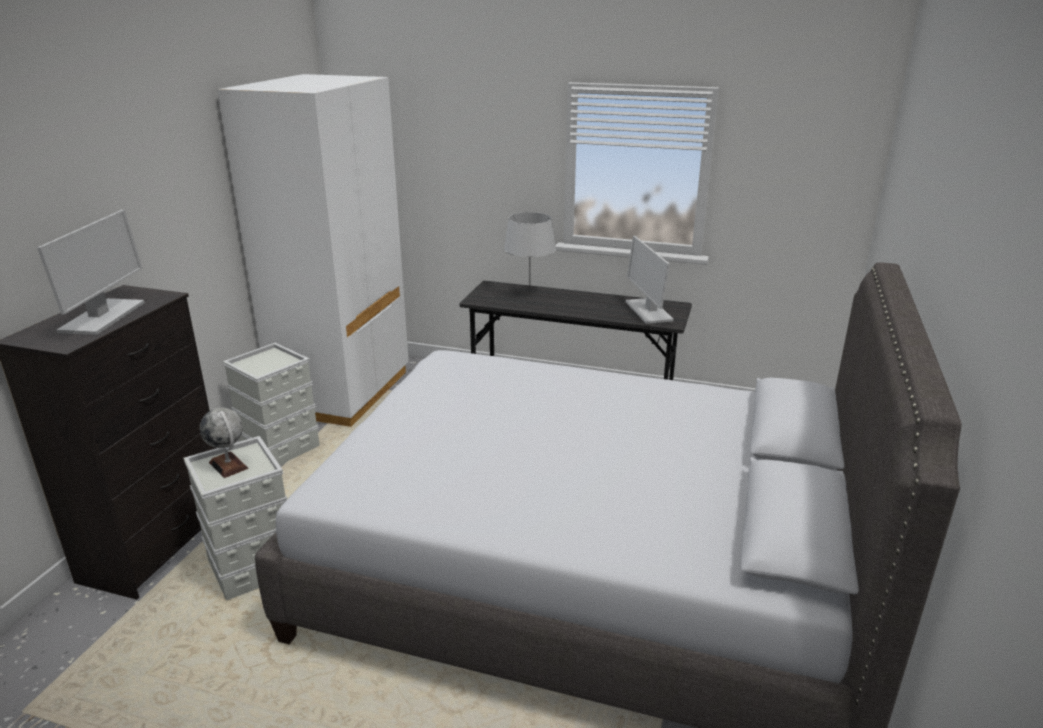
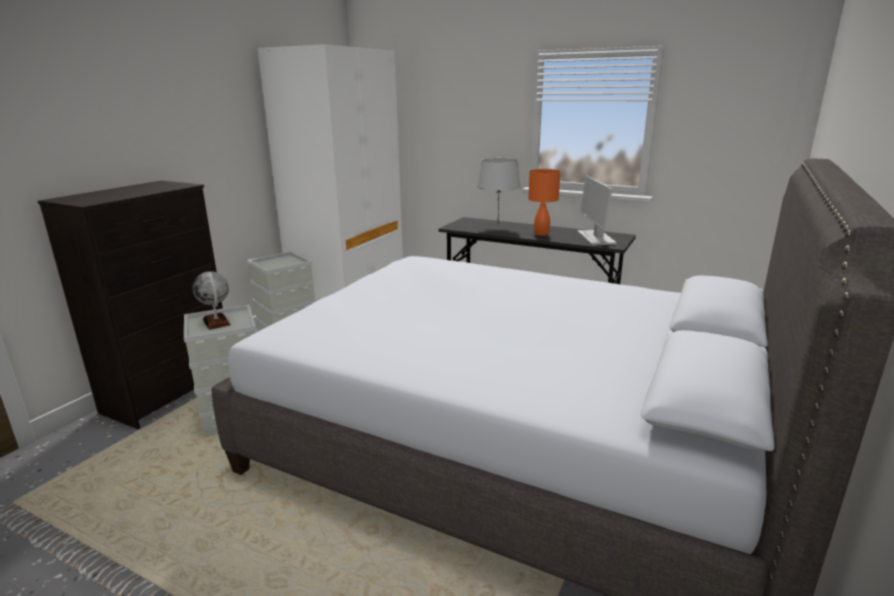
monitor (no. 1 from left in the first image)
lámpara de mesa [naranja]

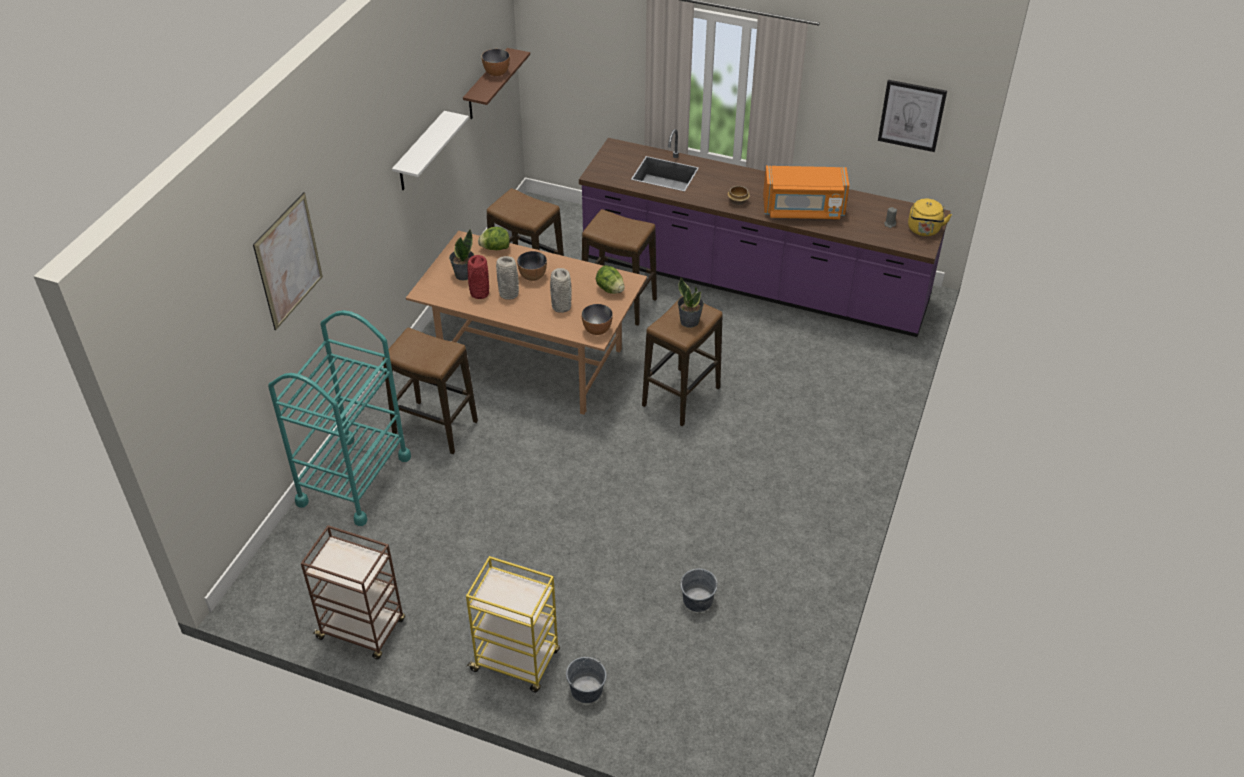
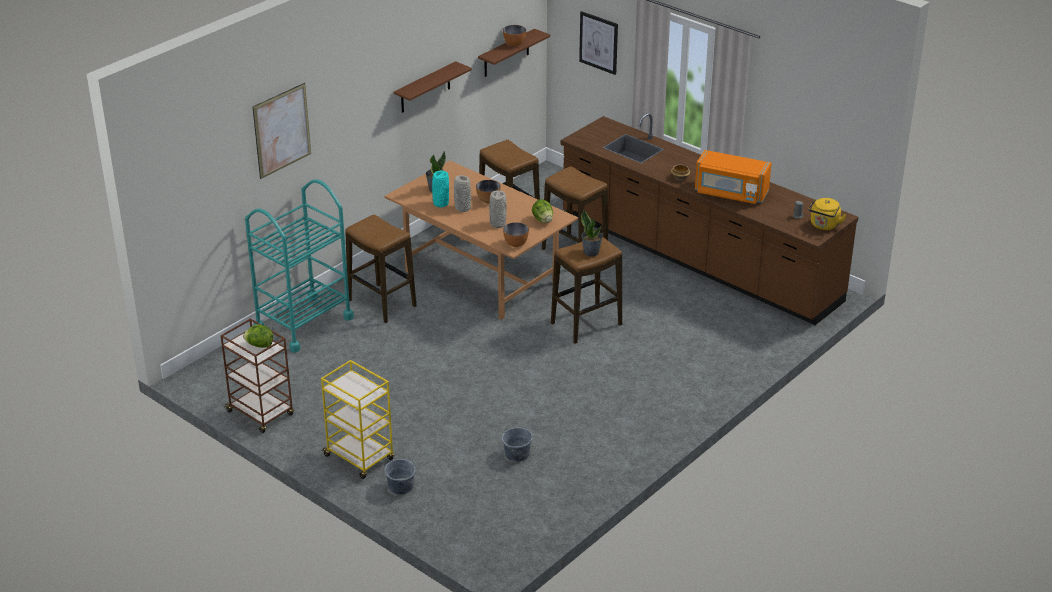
cuadro (no. 2 from left)
estante [marrón] (no. 1 from left)
mueble bajo de cocina [marrón]
lechuga (no. 1 from left)
florero [turquesa]

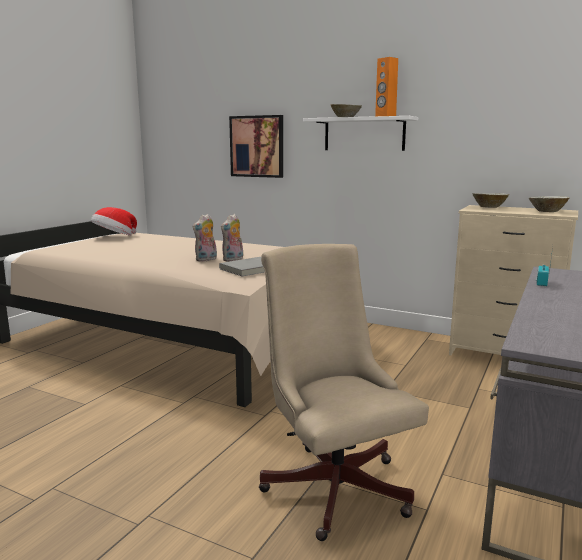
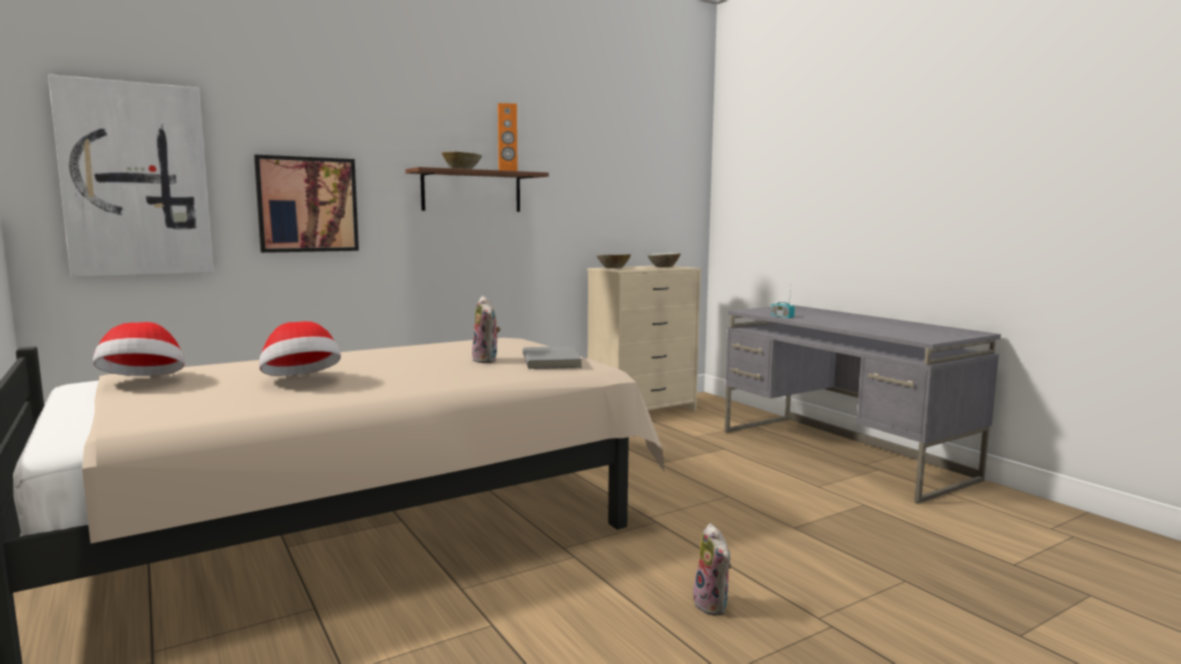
estante [marrón]
peluche (no. 2 from left)
silla de oficina [beis]
cuadro (no. 1 from left)
sombrero (no. 2 from left)

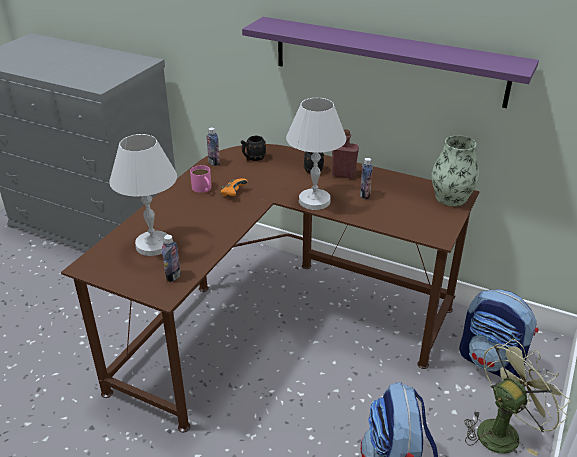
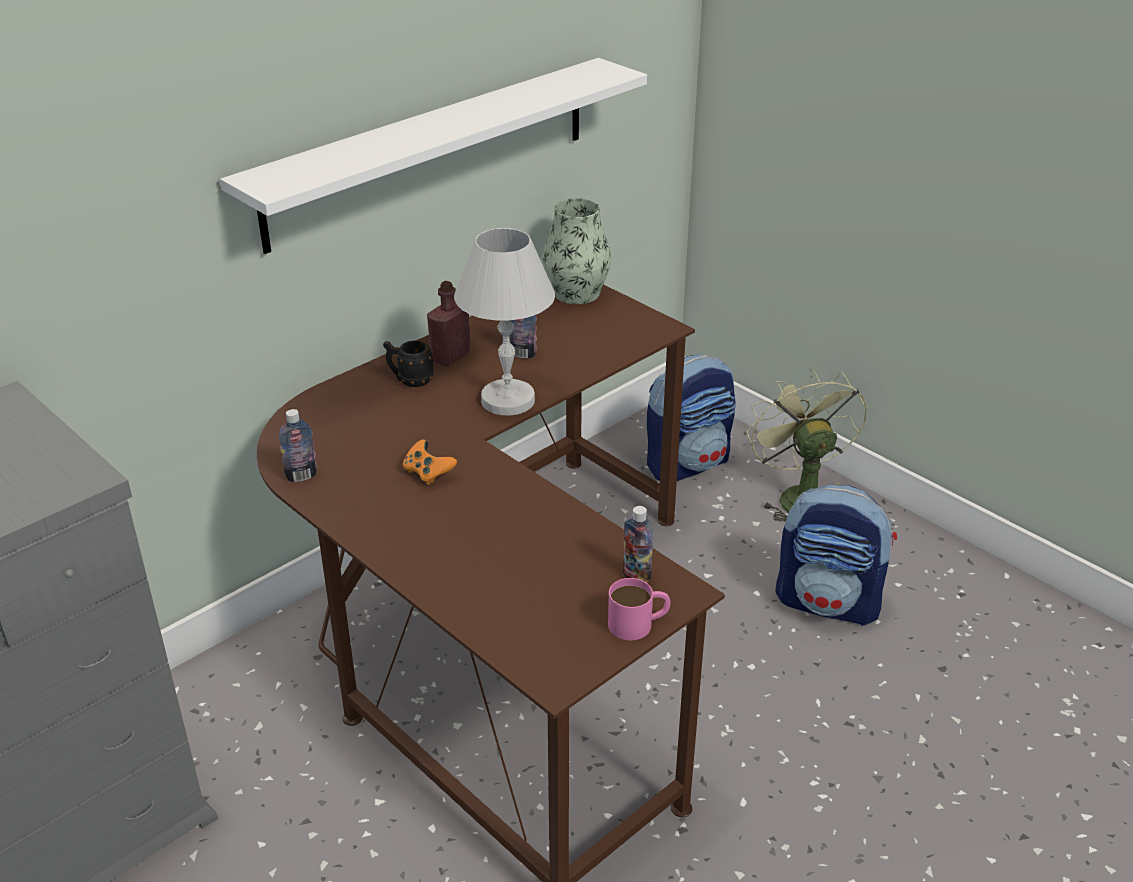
estante [blanco]
lámpara de mesa [blanco] (no. 1 from left in the first image)
taza grande [negro] (no. 1 from left in the first image)
taza grande [rosa]

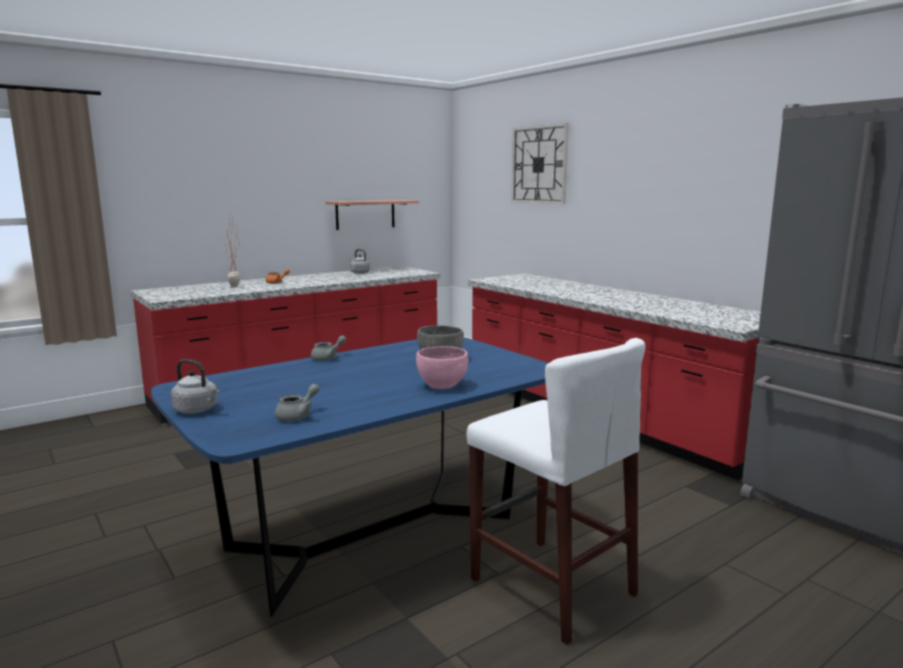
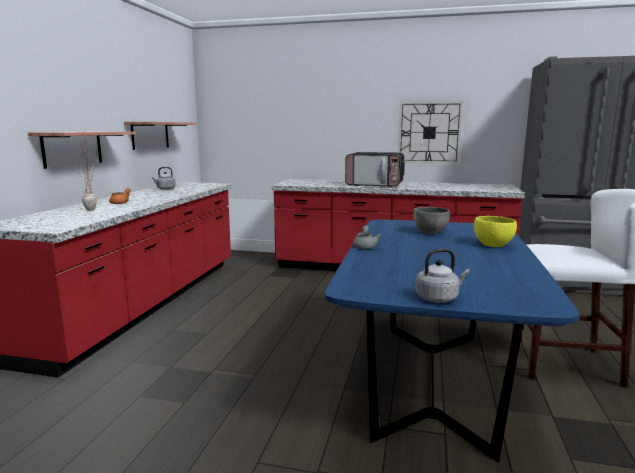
reloj de pared
cuenco [amarillo]
tetera [gris] (no. 1 from left in the first image)
estante (no. 1 from left)
microondas

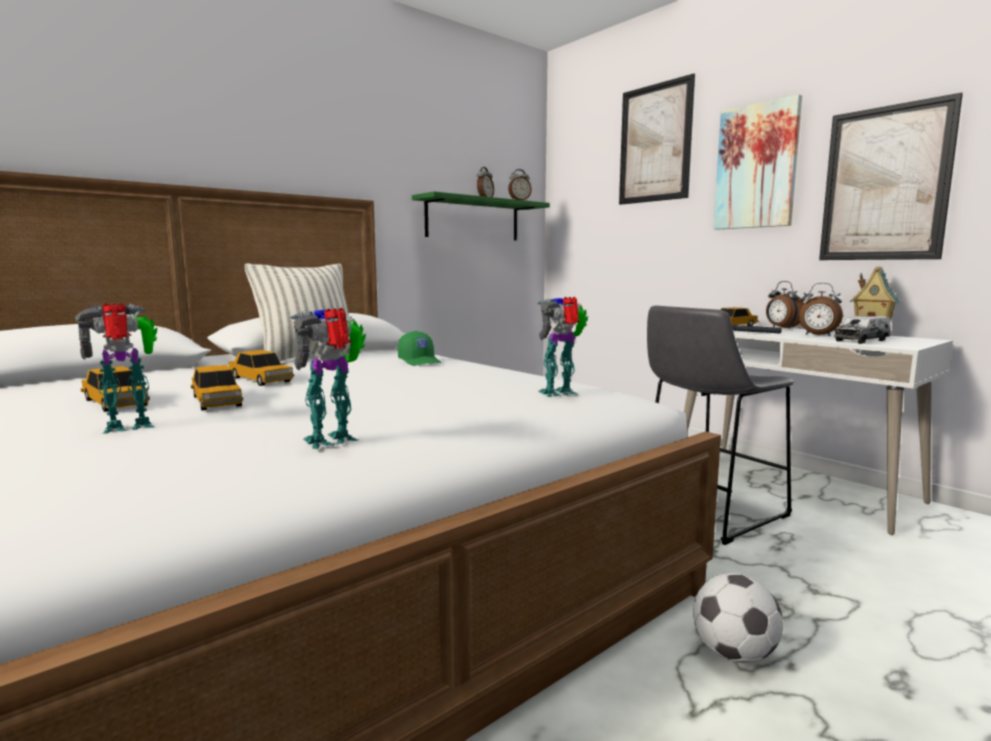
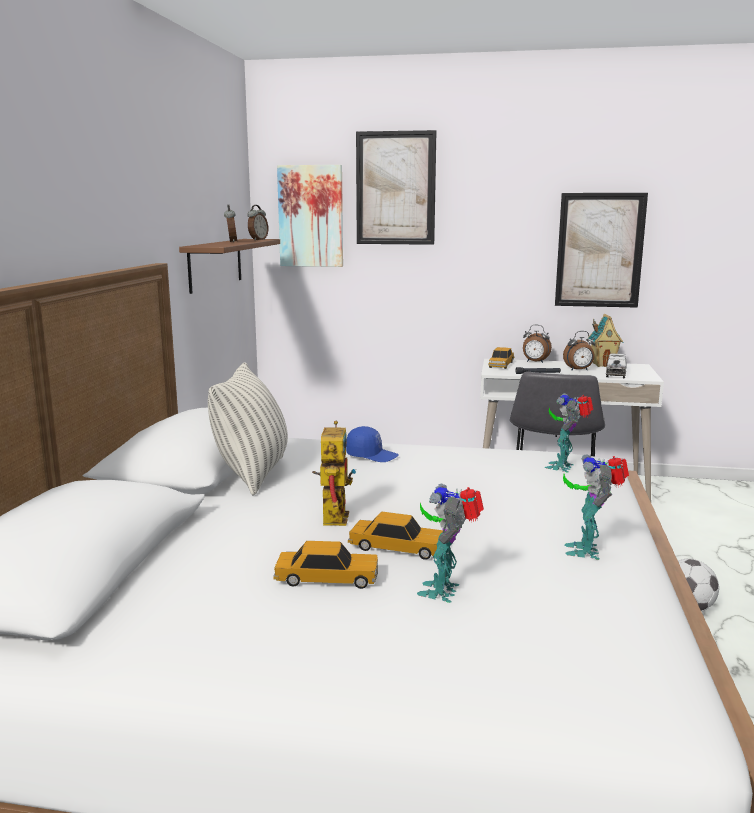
cuadro (no. 1 from left)
estante [marrón]
gorra [azul]
robot de juguete (no. 1 from left)

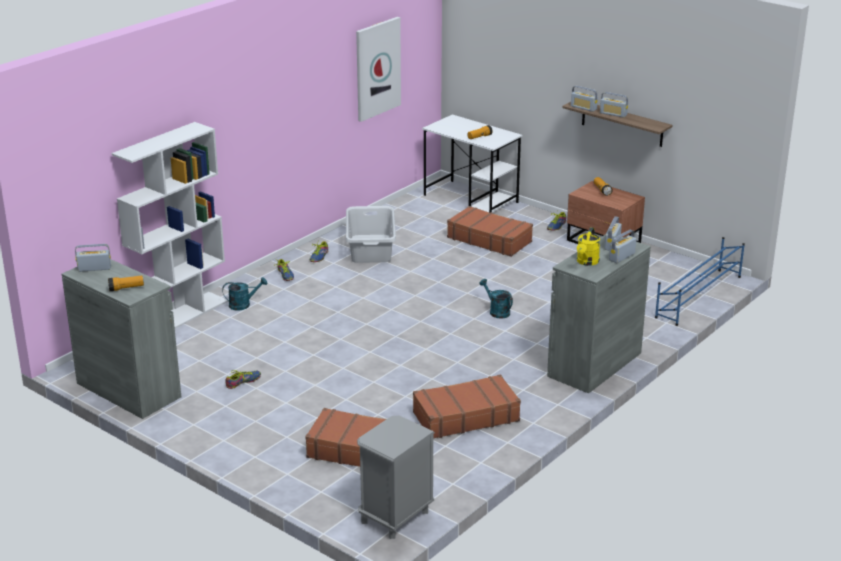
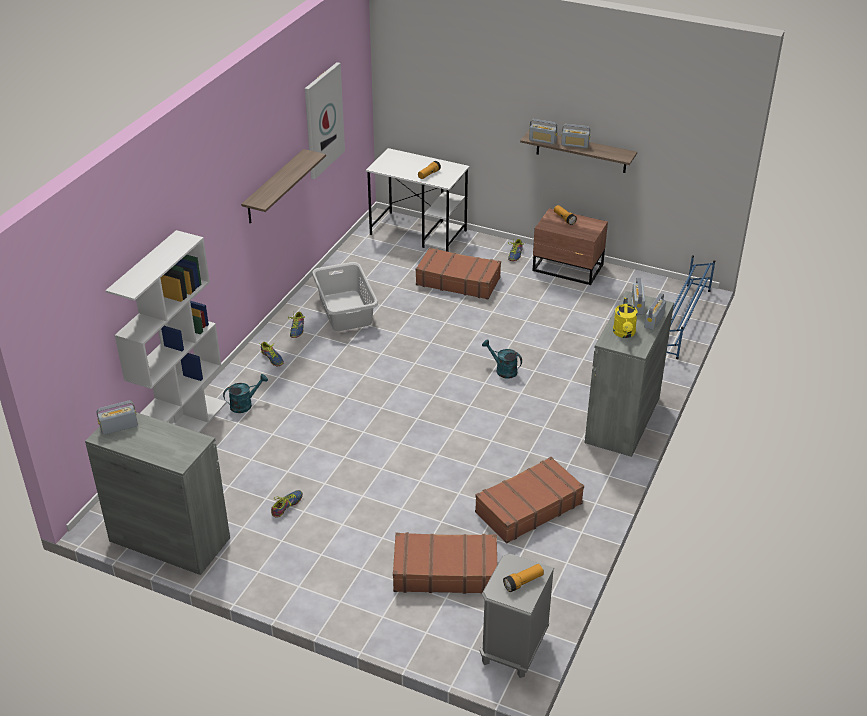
linterna (no. 2 from left)
estante (no. 1 from left)

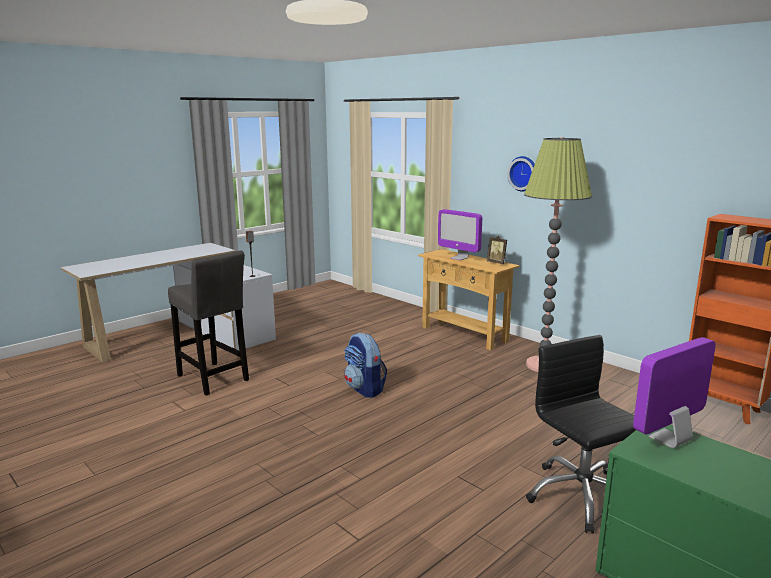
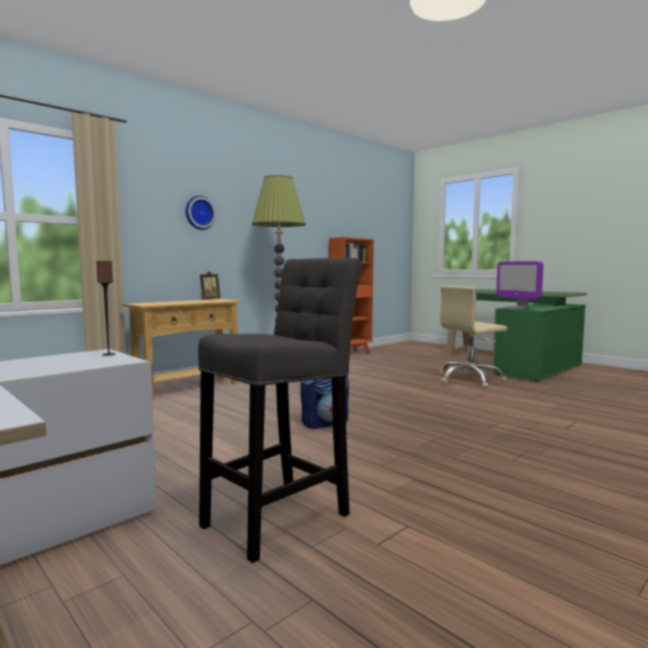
monitor (no. 1 from left in the first image)
silla de oficina [beis]

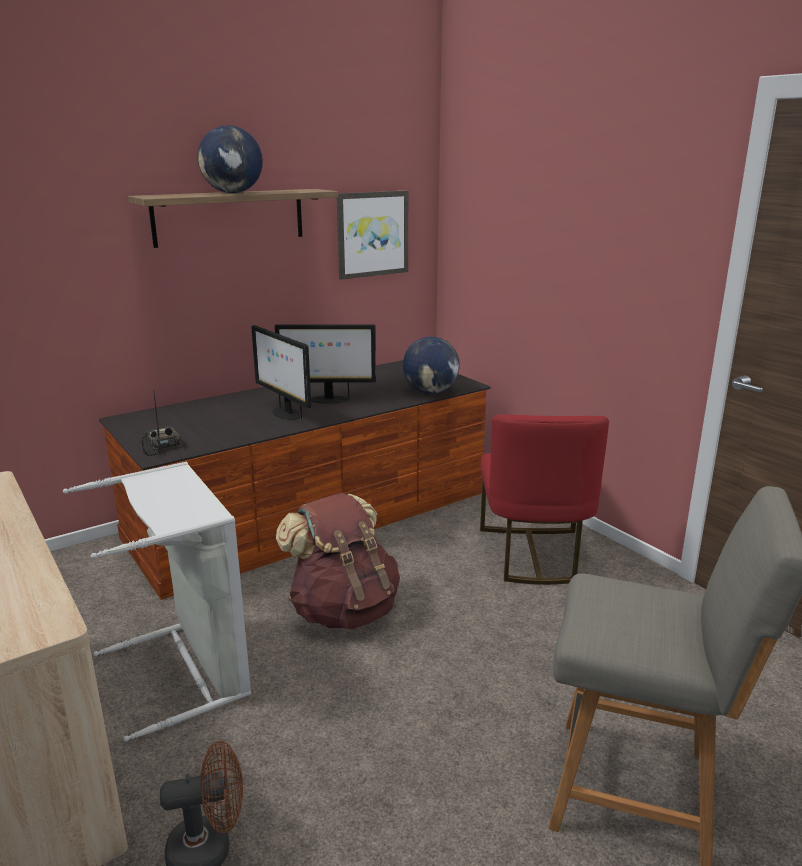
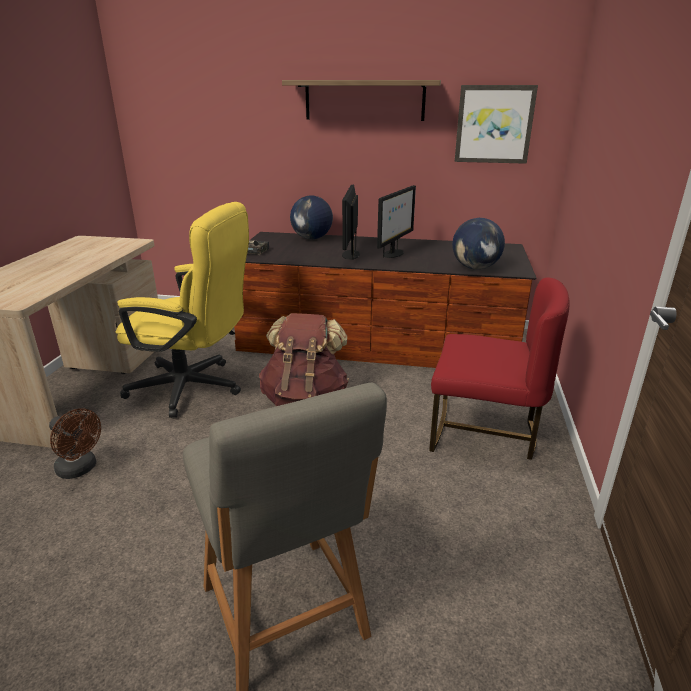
globo terráqueo (no. 1 from left)
monitor (no. 2 from left)
silla [rojo]
silla de oficina [amarillo]

